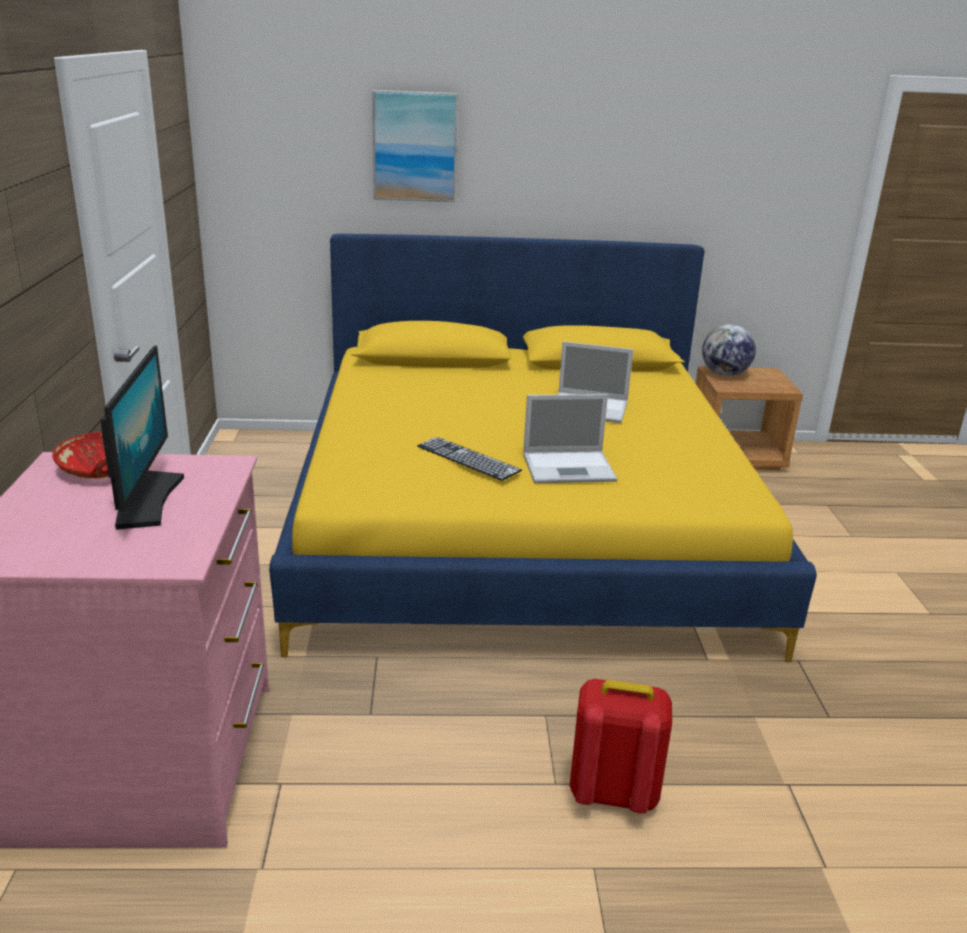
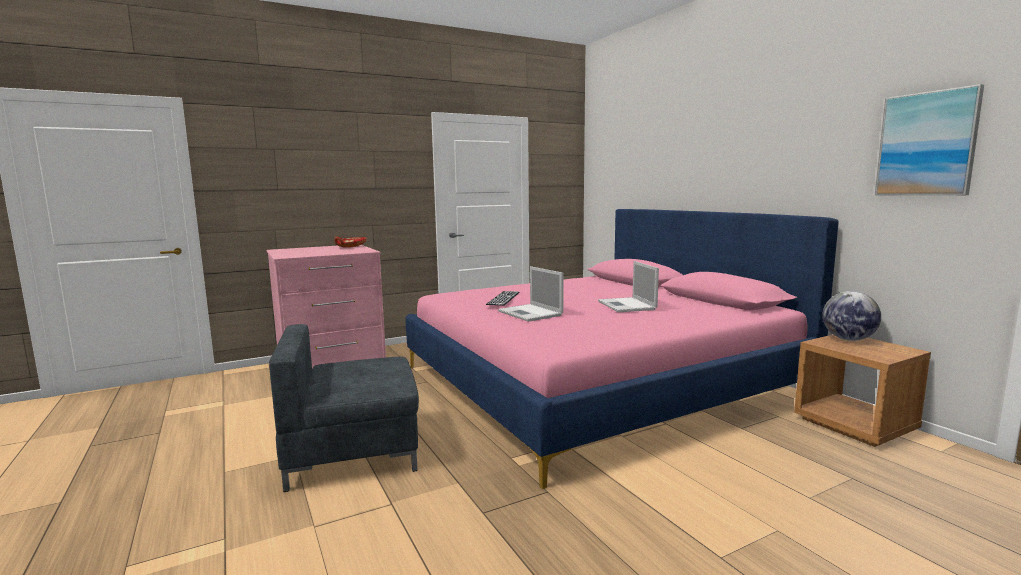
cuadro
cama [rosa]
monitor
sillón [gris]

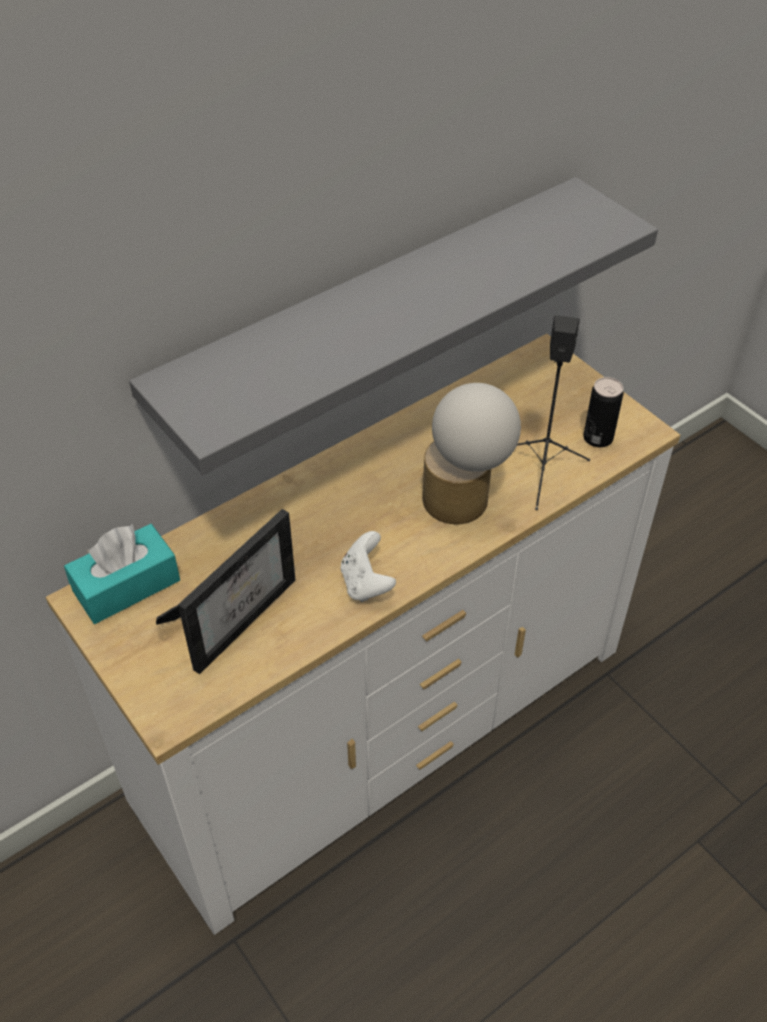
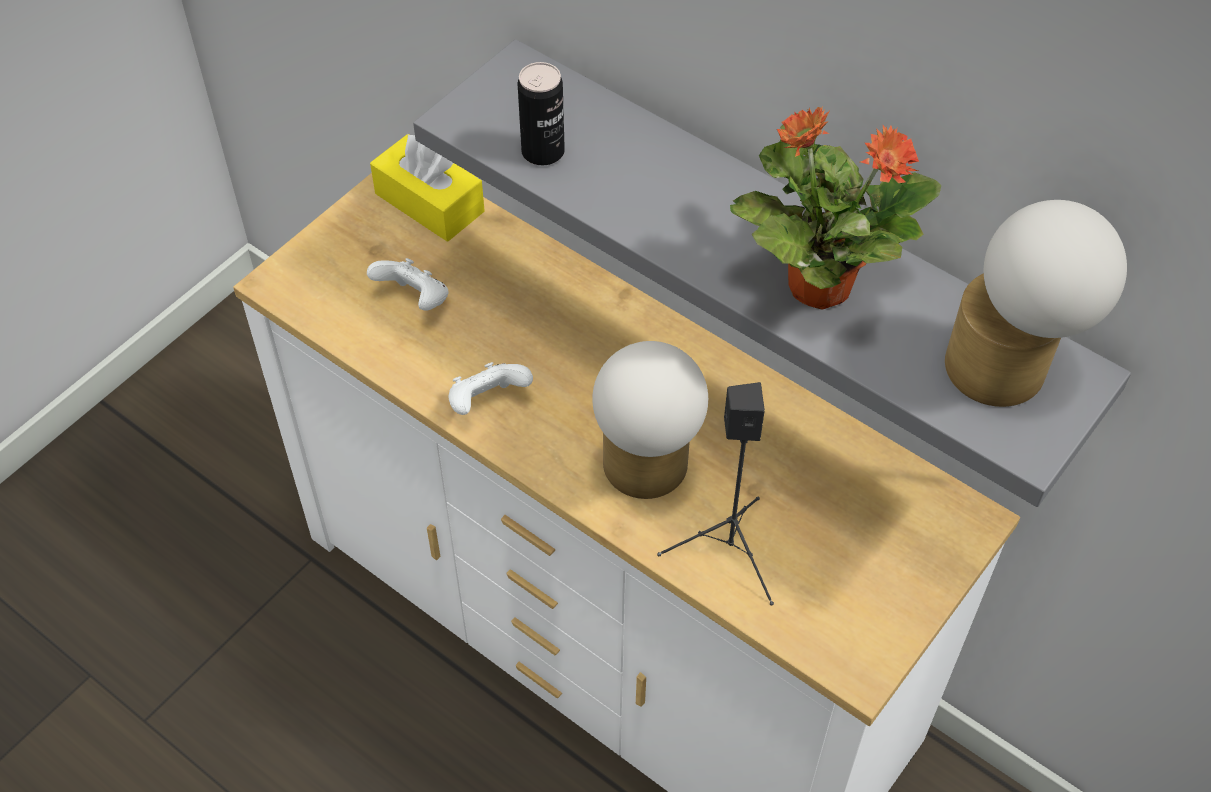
lata
mando de consola [blanco] (no. 1 from left)
caja de pañuelos [amarillo]
planta en maceta
lámpara de mesa (no. 2 from left)

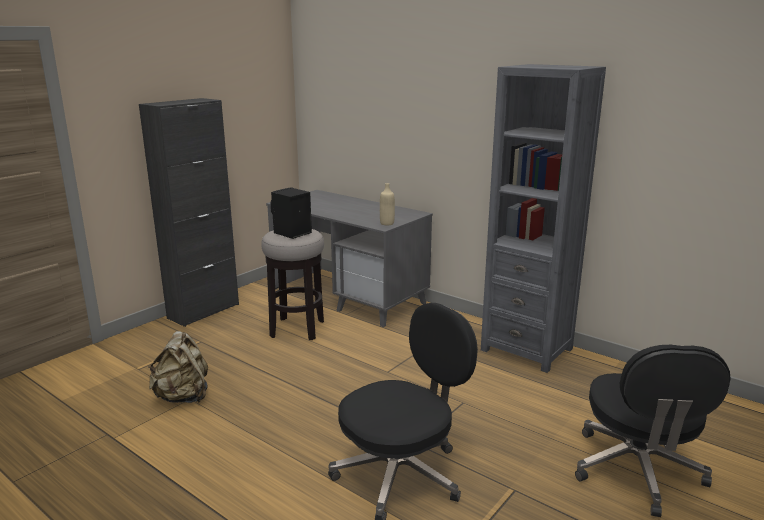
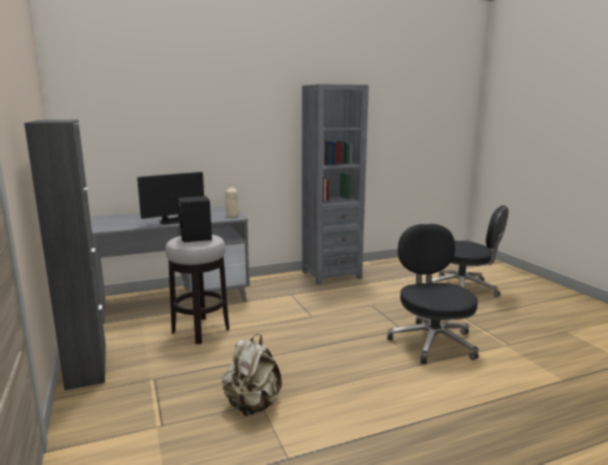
monitor

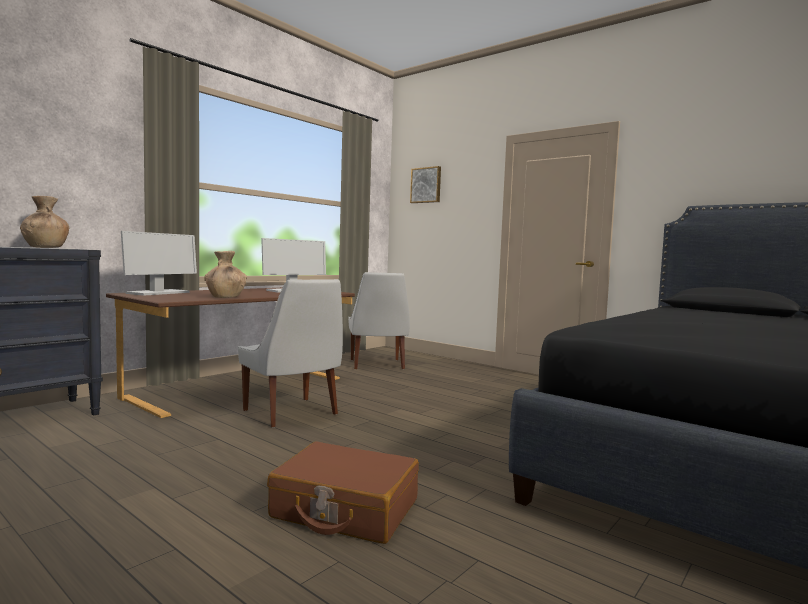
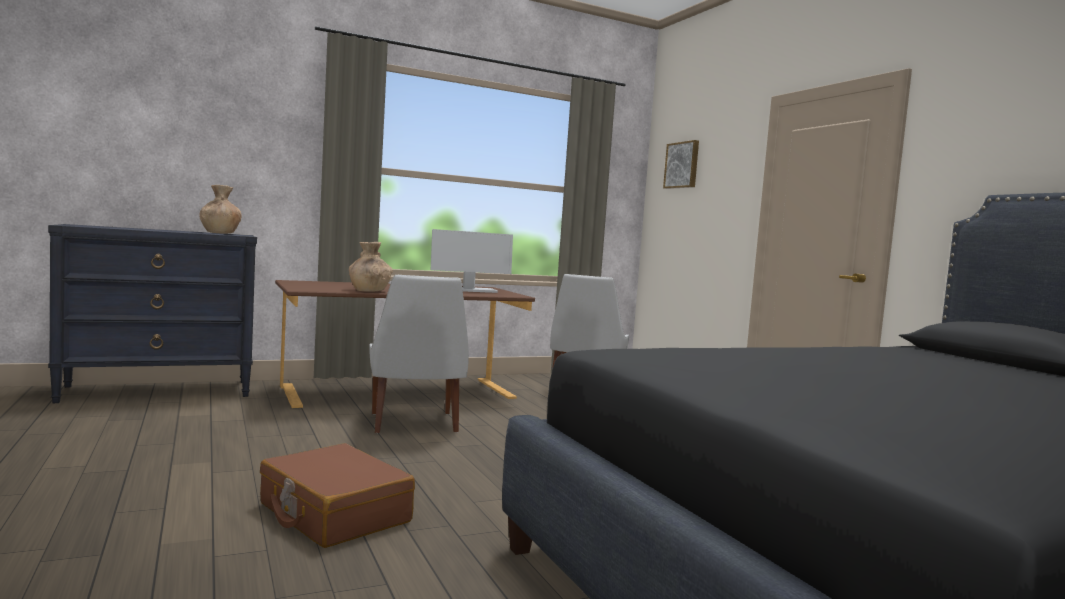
monitor (no. 1 from left in the first image)

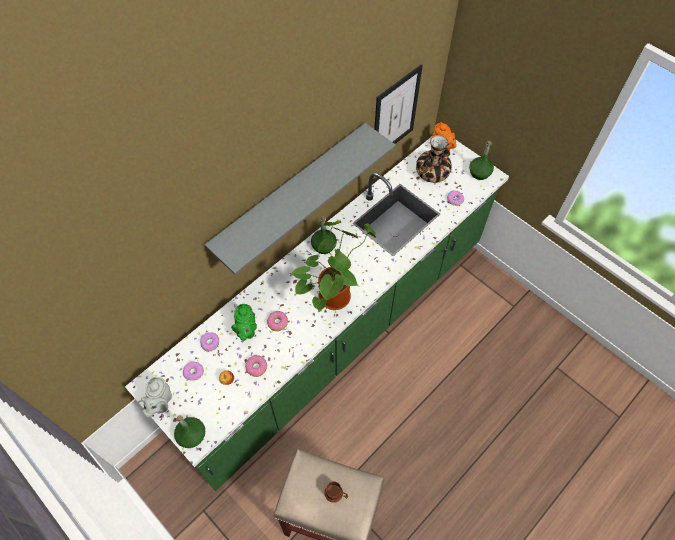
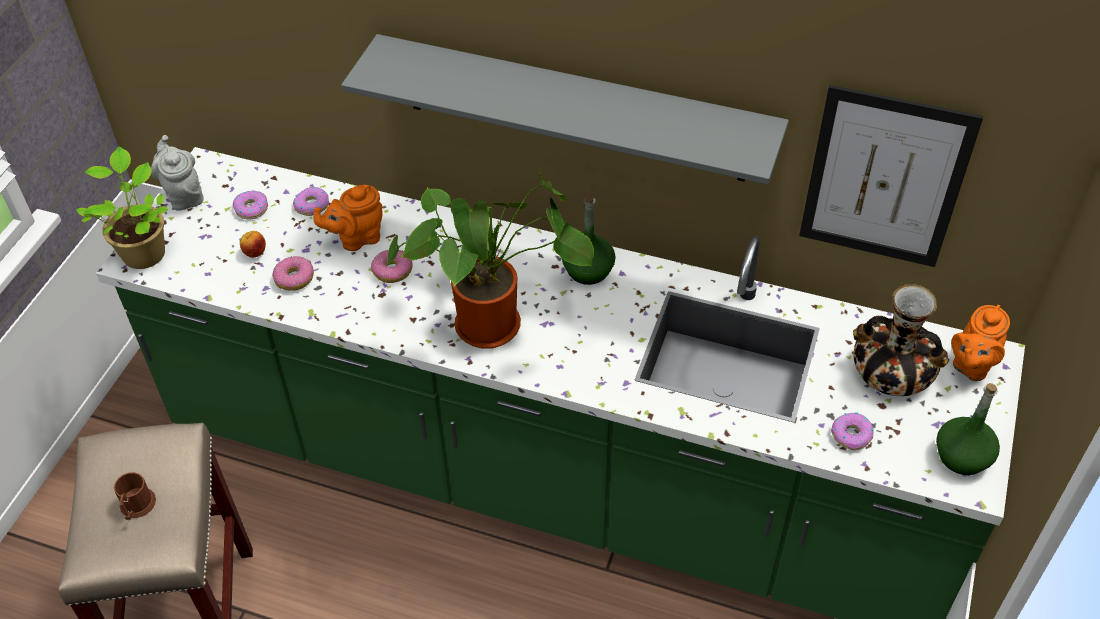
tetera [naranja] (no. 1 from left)
tetera [gris]
planta en maceta (no. 1 from left)

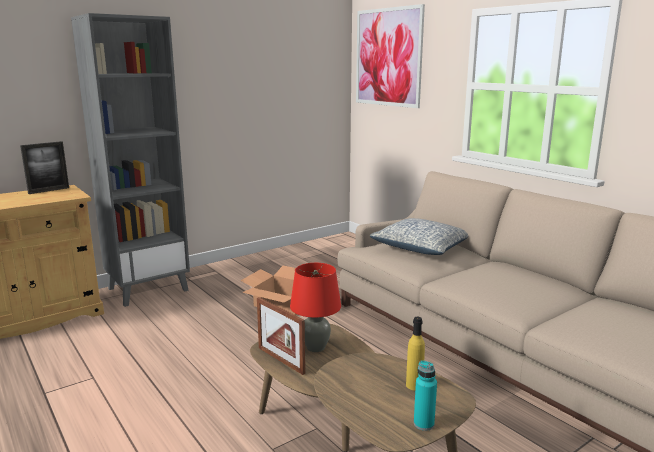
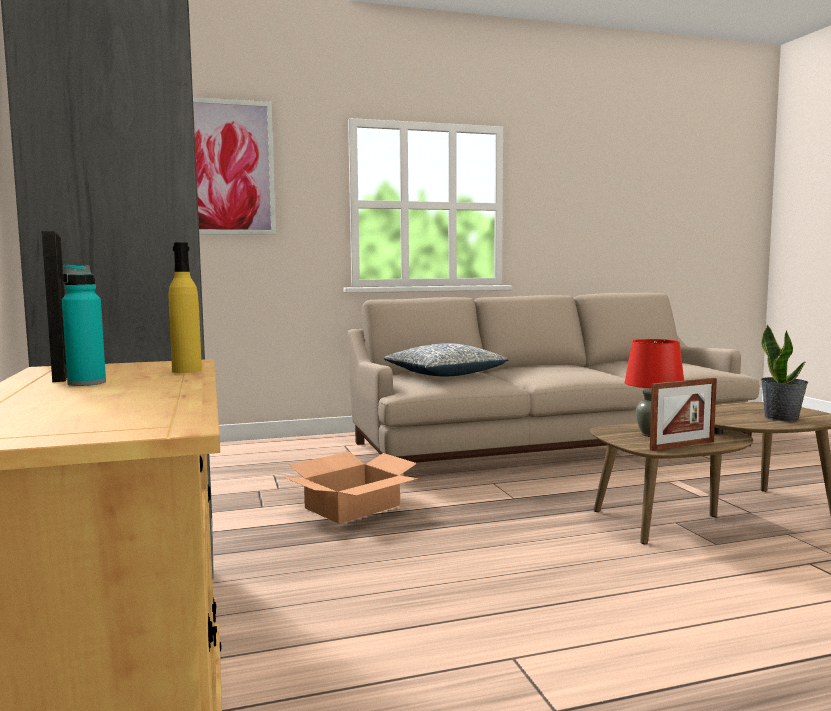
botella [amarillo]
botella [turquesa]
planta en maceta

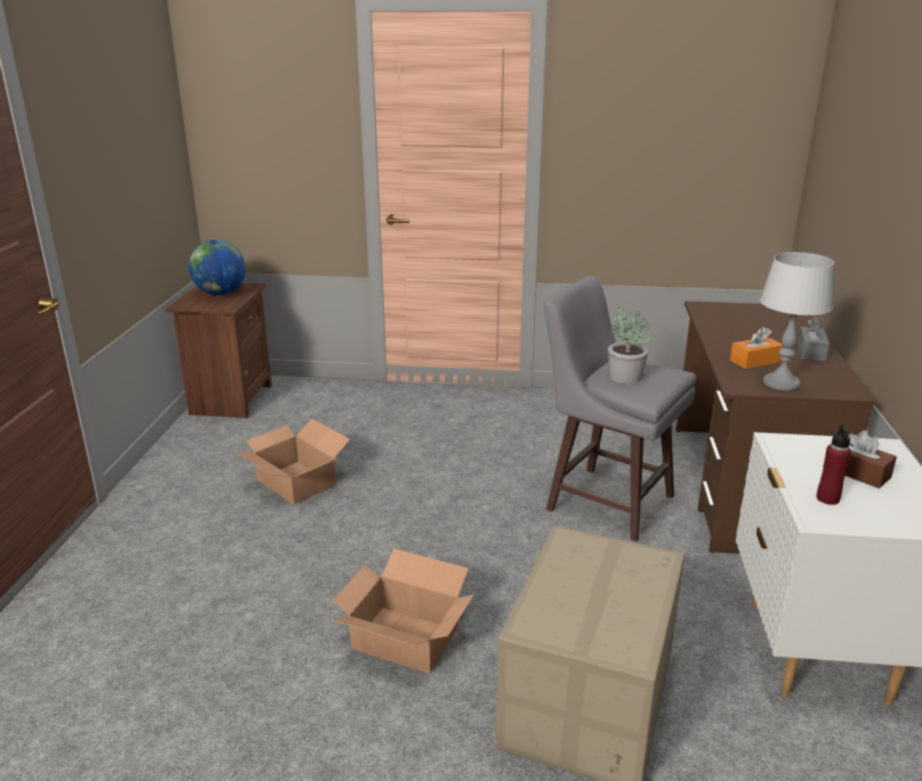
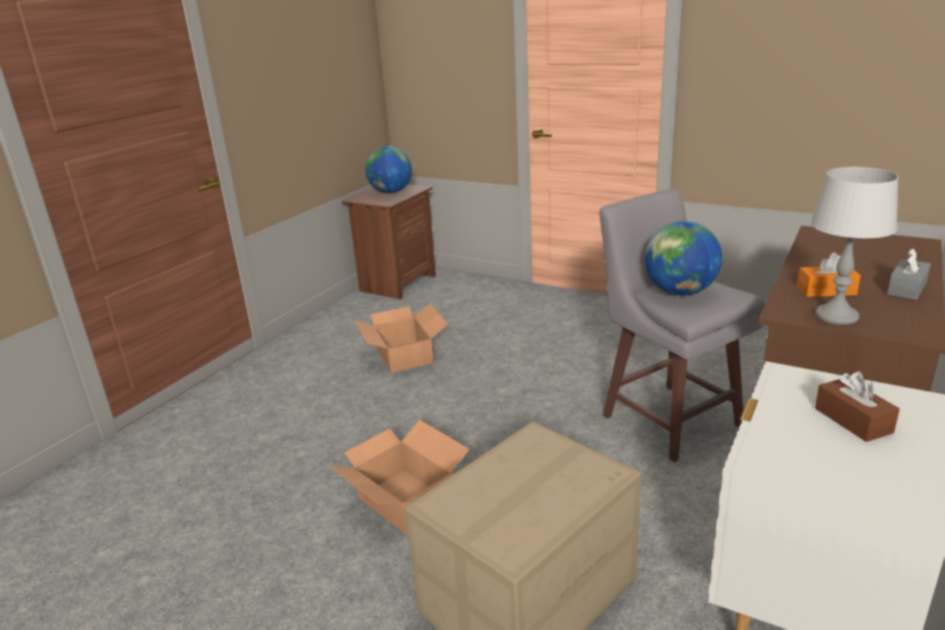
globo terráqueo (no. 2 from left)
botella [rojo]

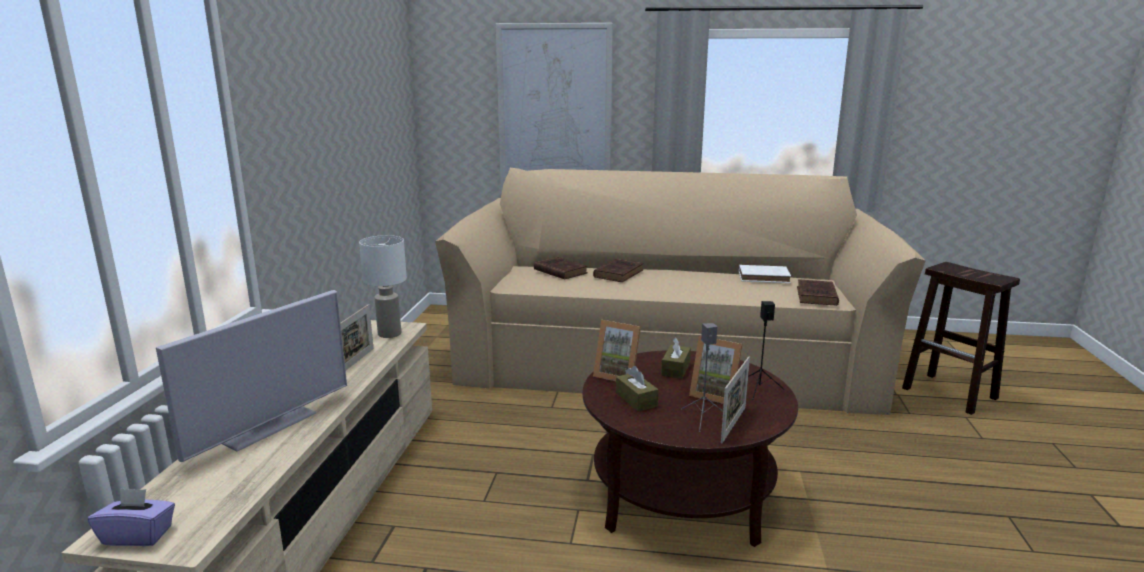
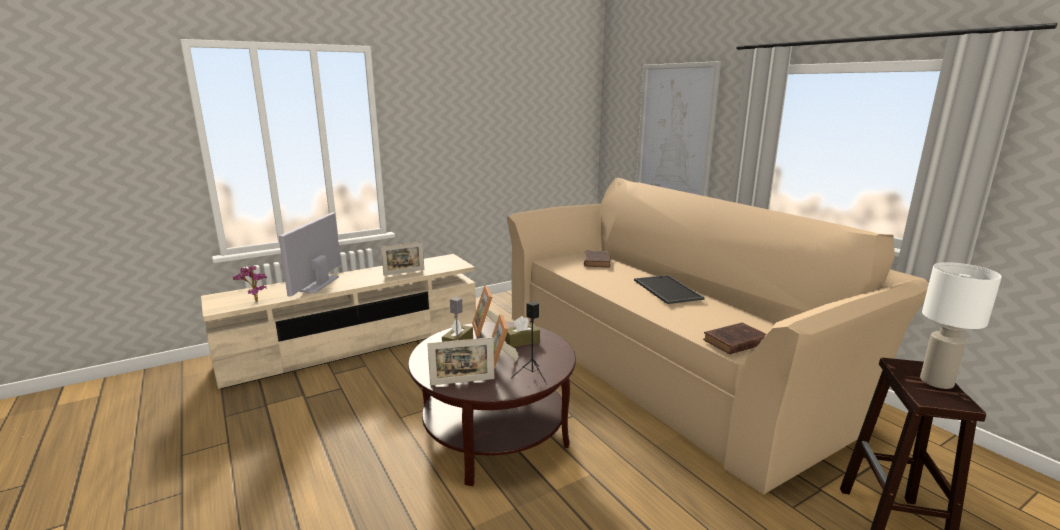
lámpara de mesa [blanco]
libro [marrón] (no. 2 from left in the first image)
libro [blanco]
televisor
caja de pañuelos [morado]
planta en maceta
bandeja

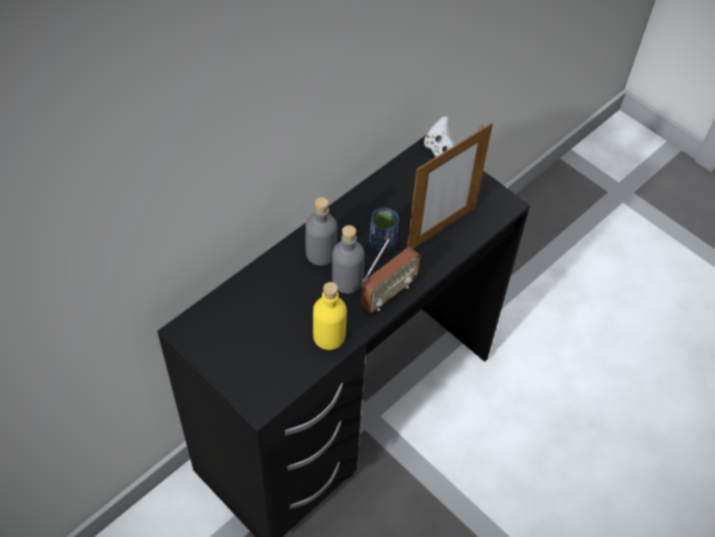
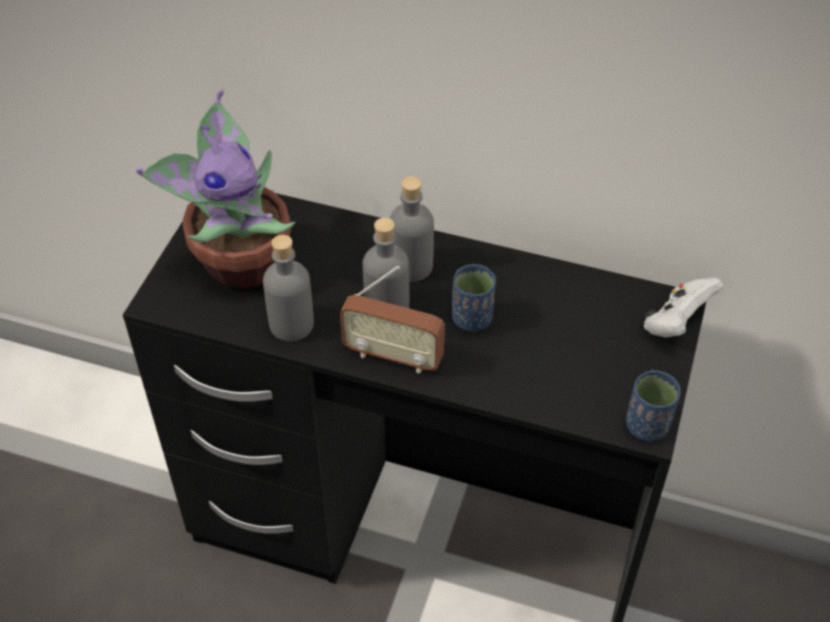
portarretratos
botella [gris] (no. 1 from left)
planta en maceta
taza [azul] (no. 2 from left)

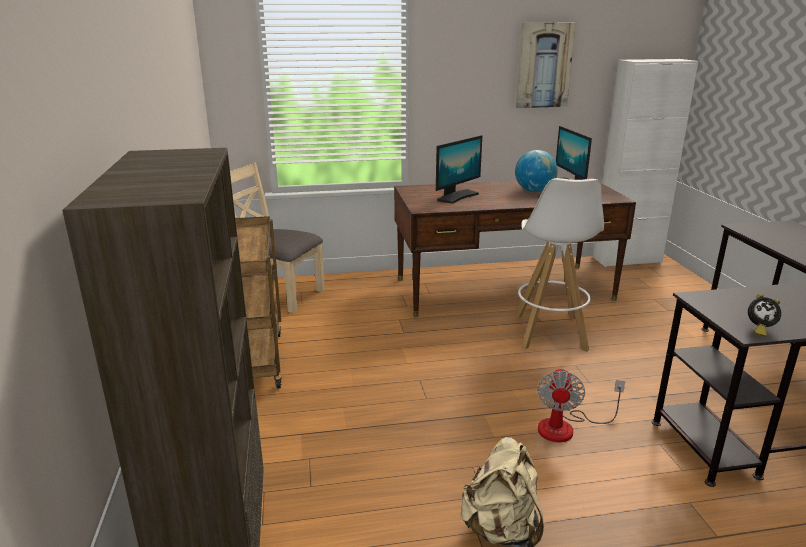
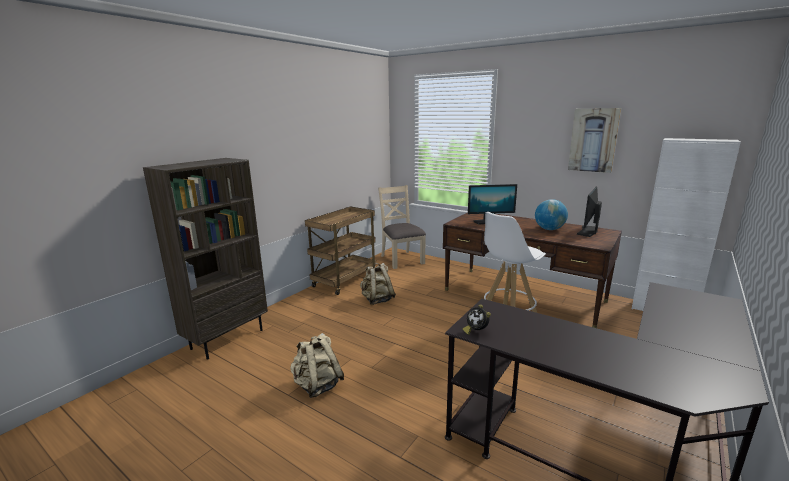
ventilador
mochila [beis] (no. 2 from left)

